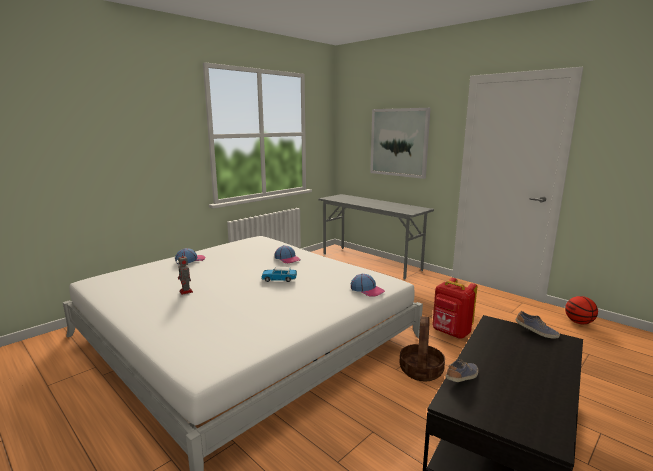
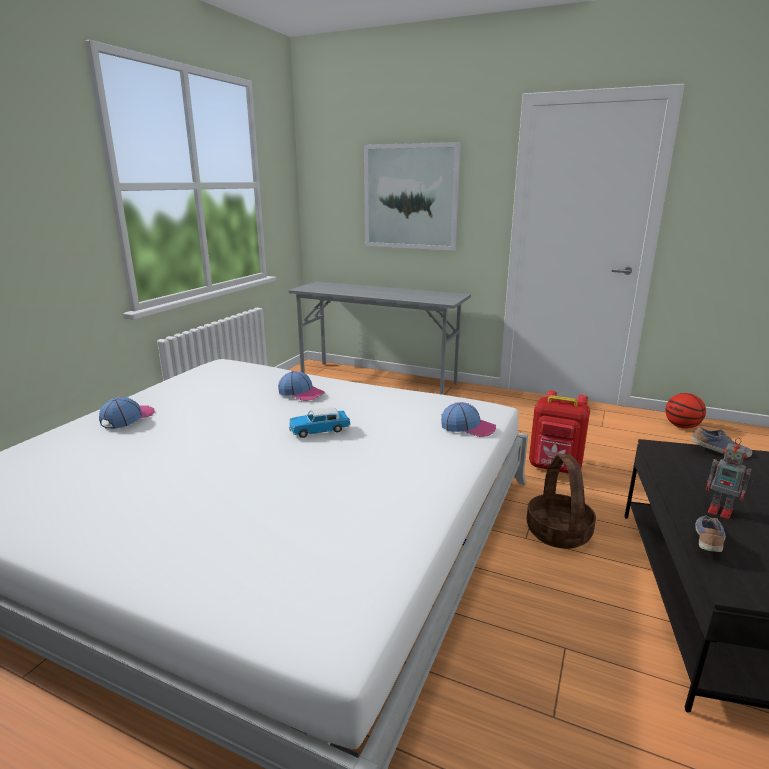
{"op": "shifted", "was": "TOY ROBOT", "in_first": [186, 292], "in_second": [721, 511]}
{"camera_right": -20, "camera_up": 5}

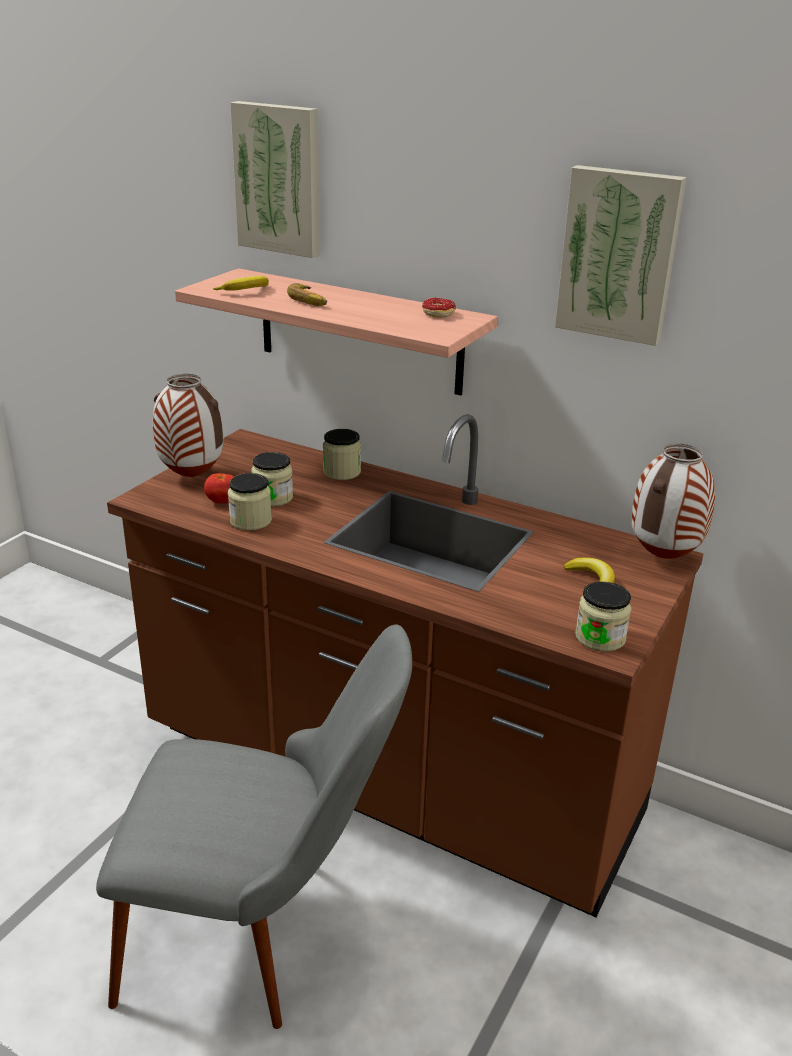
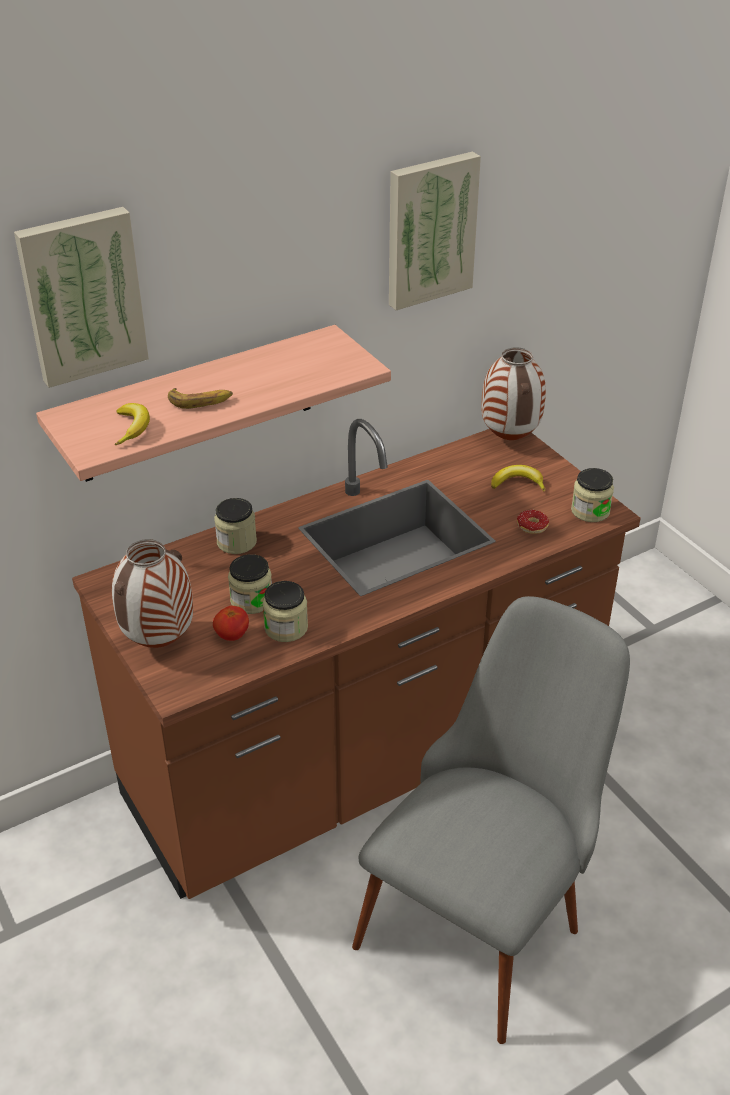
{"op": "shifted", "was": "DONUT", "in_first": [432, 314], "in_second": [530, 530]}
{"camera_right": -60, "camera_up": 10}

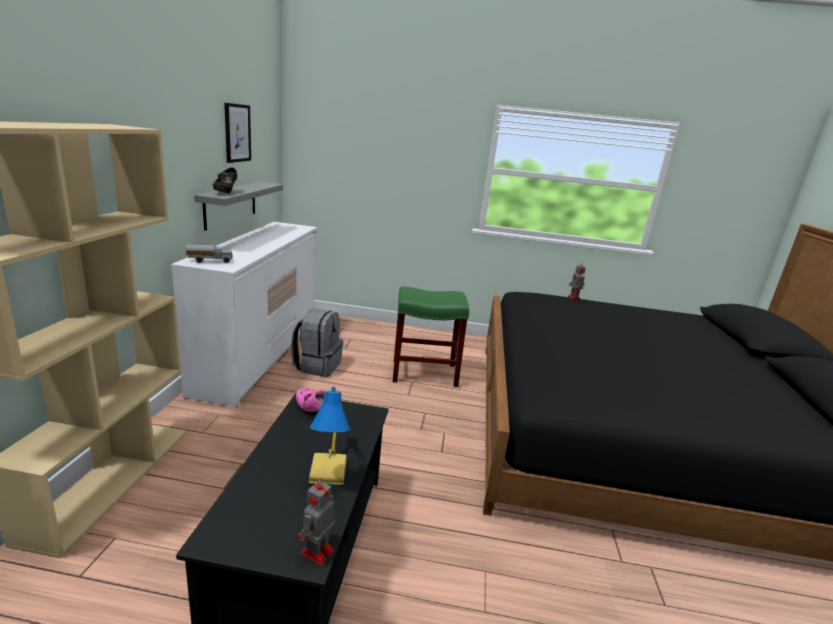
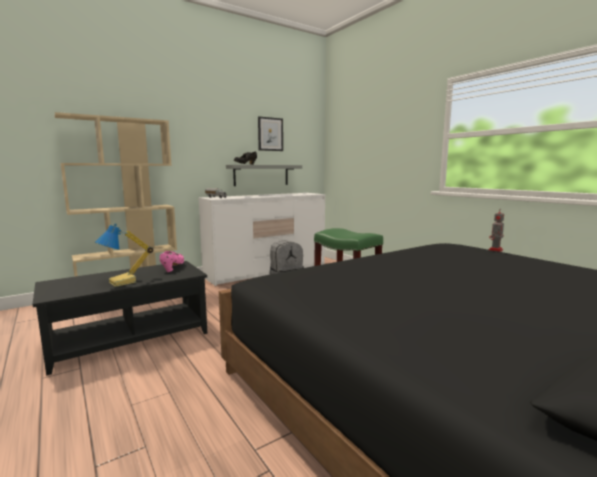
{"op": "gone", "was": "TOY ROBOT", "in_first": [316, 553]}
{"camera_right": 50, "camera_up": -10}

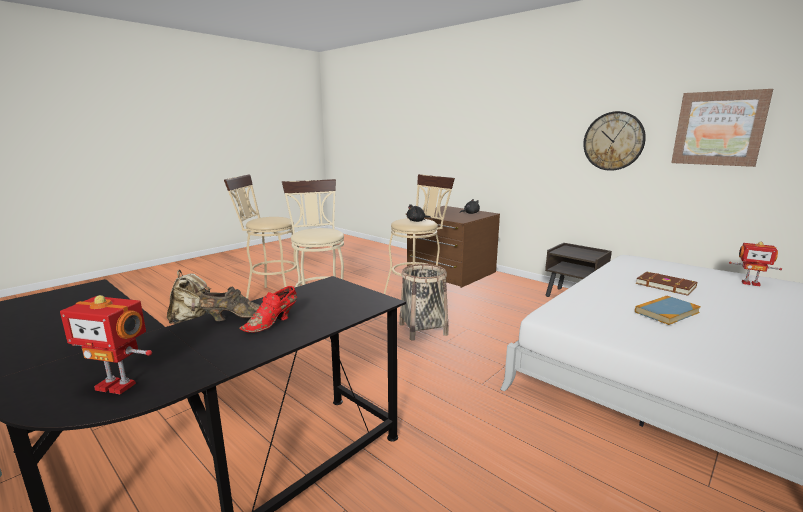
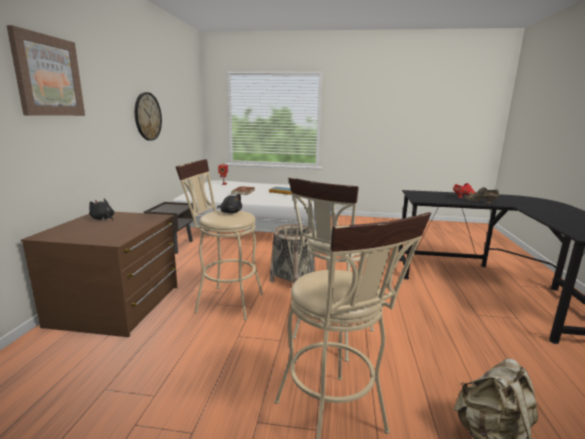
{"op": "shifted", "was": "PICTURE", "in_first": [719, 128], "in_second": [48, 76]}
{"op": "gone", "was": "TOY ROBOT", "in_first": [117, 385]}
{"camera_right": -125, "camera_up": 0}

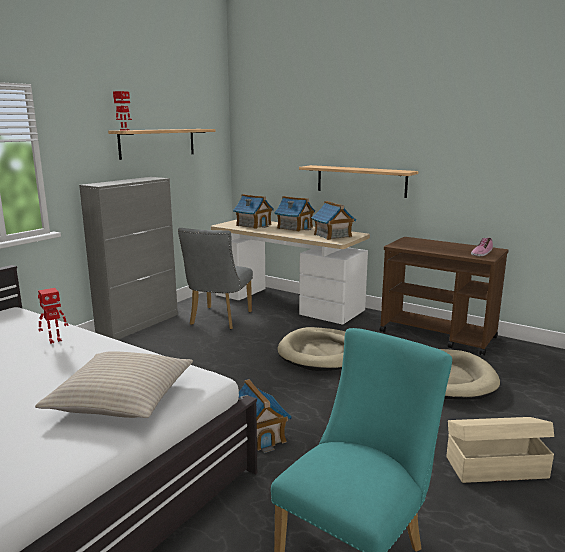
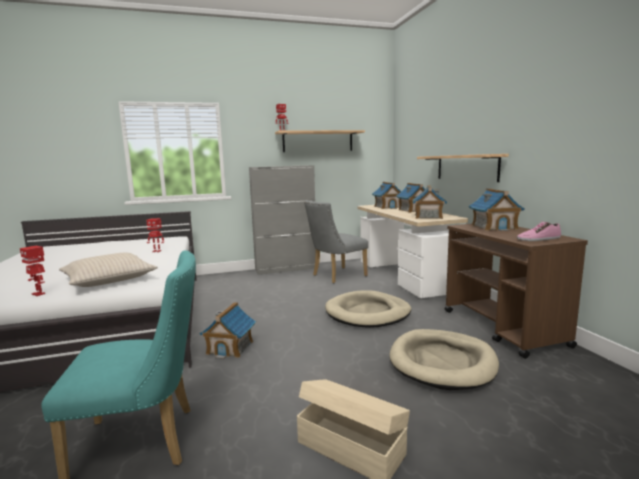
{"op": "new", "now": "TOY HOUSE", "in_second": [494, 227]}
{"op": "new", "now": "TOY ROBOT", "in_second": [39, 294]}
{"camera_right": 40, "camera_up": -5}

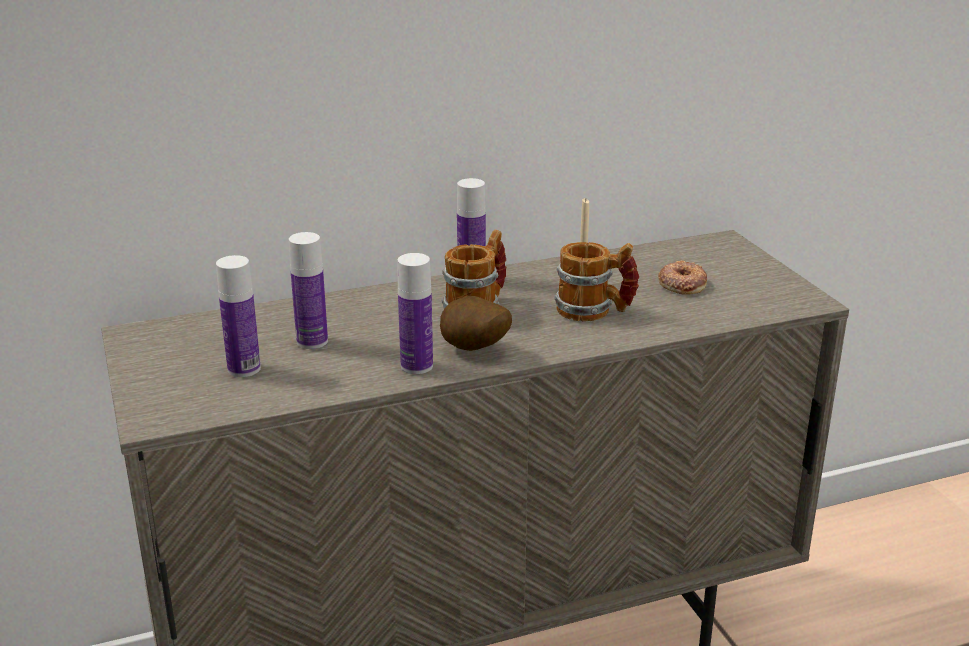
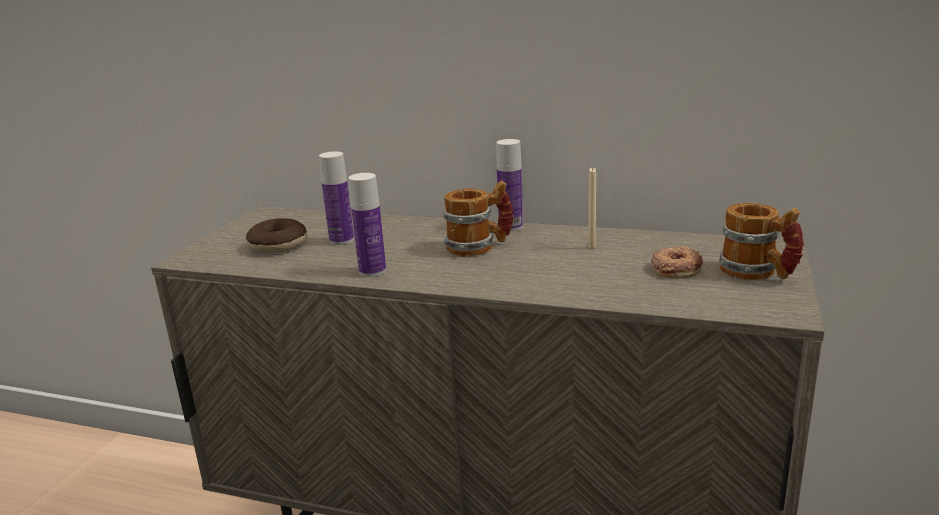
{"op": "shifted", "was": "MUG", "in_first": [595, 311], "in_second": [758, 273]}
{"op": "swapped", "was": "BOTTLE", "now": "DONUT", "in_first": [244, 369], "in_second": [278, 245]}
{"op": "gone", "was": "POTATO", "in_first": [473, 350]}
{"camera_right": 40, "camera_up": -5}

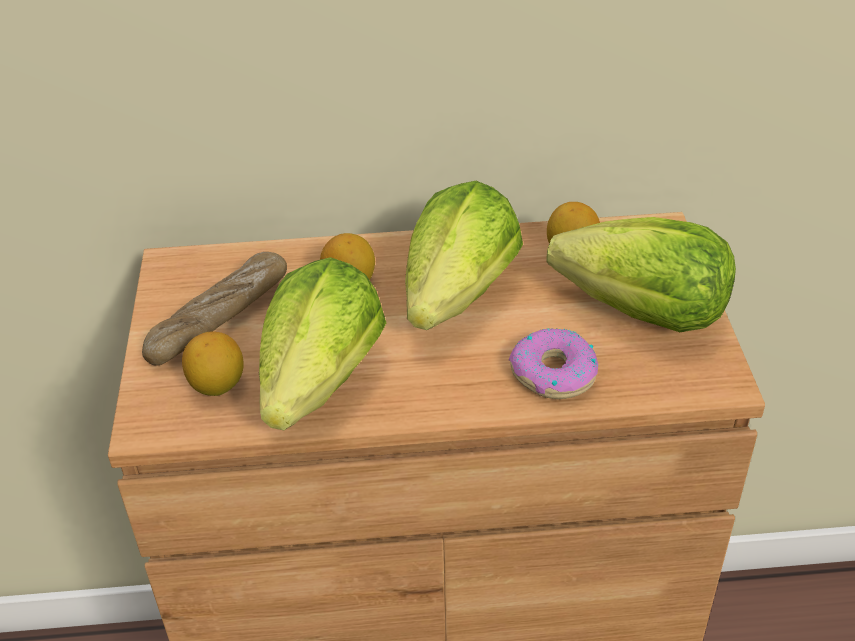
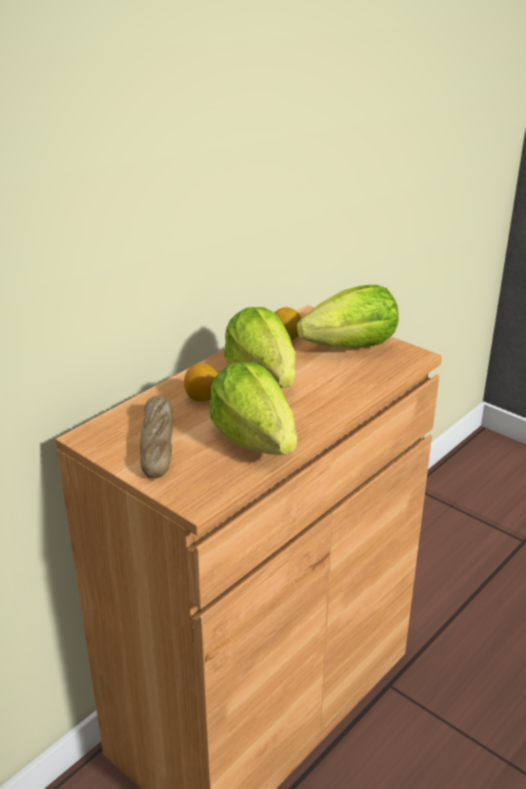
{"op": "gone", "was": "DONUT", "in_first": [553, 373]}
{"op": "gone", "was": "LEMON", "in_first": [217, 385]}
{"camera_right": -45, "camera_up": -10}

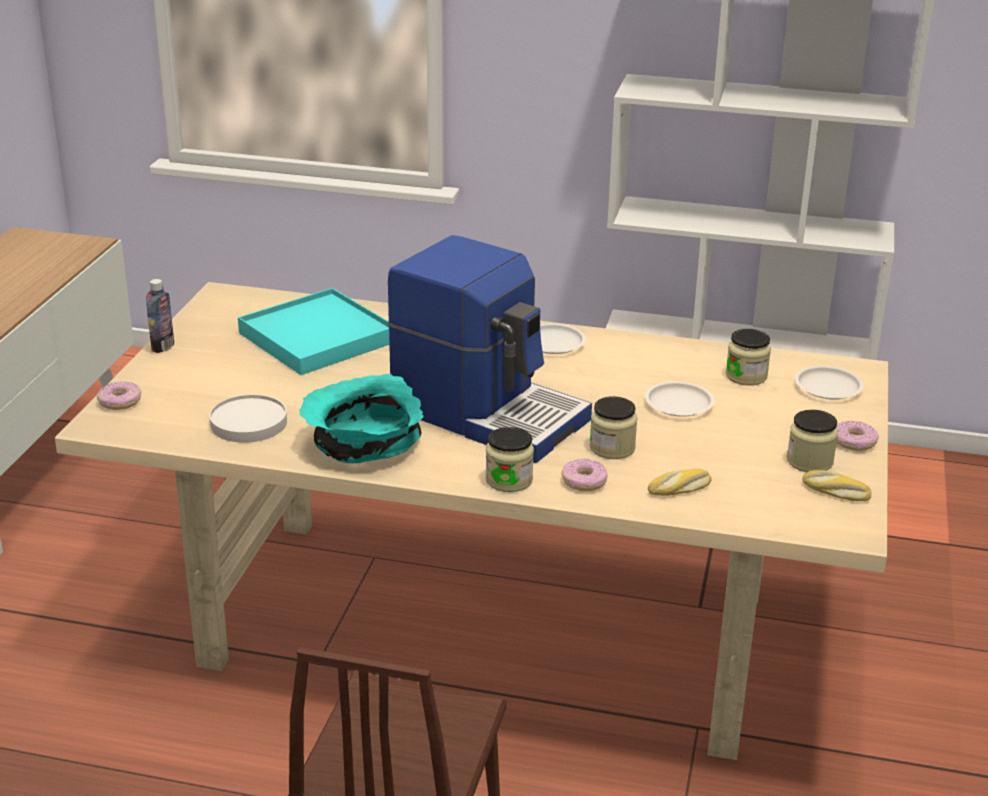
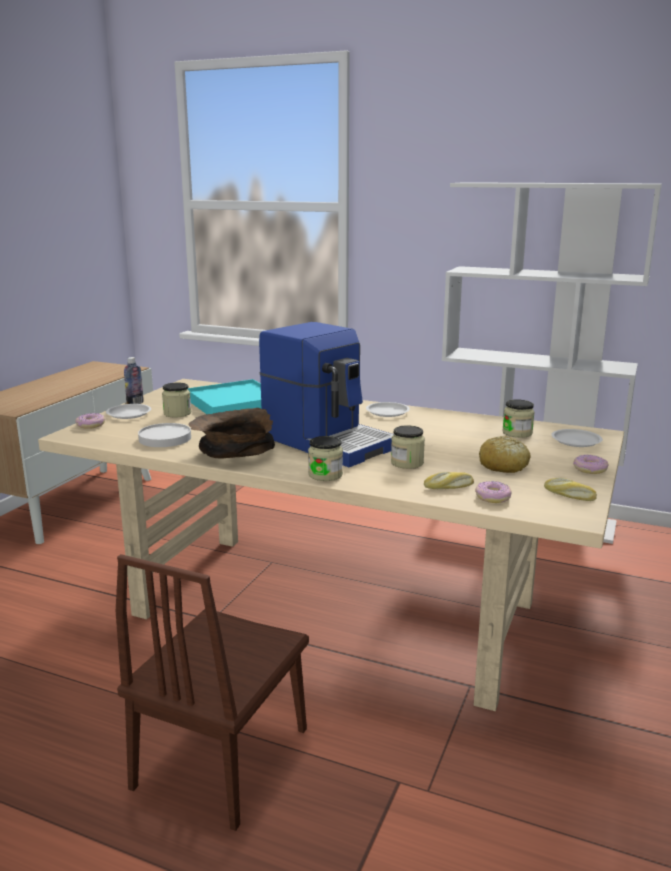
{"op": "repainted", "was": "TURQUOISE BOWL", "now": "BROWN BOWL", "in_first": [363, 447], "in_second": [233, 453]}
{"op": "shifted", "was": "WHITE PLATE", "in_first": [679, 404], "in_second": [129, 414]}
{"op": "shifted", "was": "JAR", "in_first": [809, 461], "in_second": [177, 413]}
{"op": "shifted", "was": "DONUT", "in_first": [584, 481], "in_second": [492, 497]}
{"op": "new", "now": "BREAD", "in_second": [503, 466]}
{"camera_right": 10, "camera_up": -10}

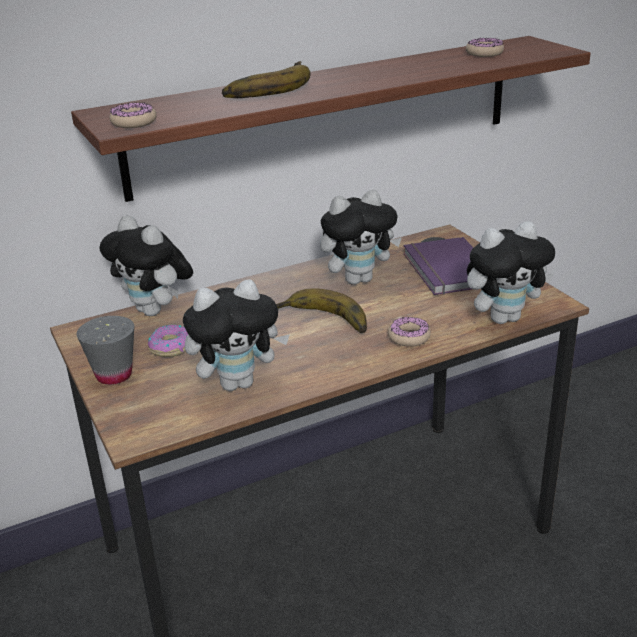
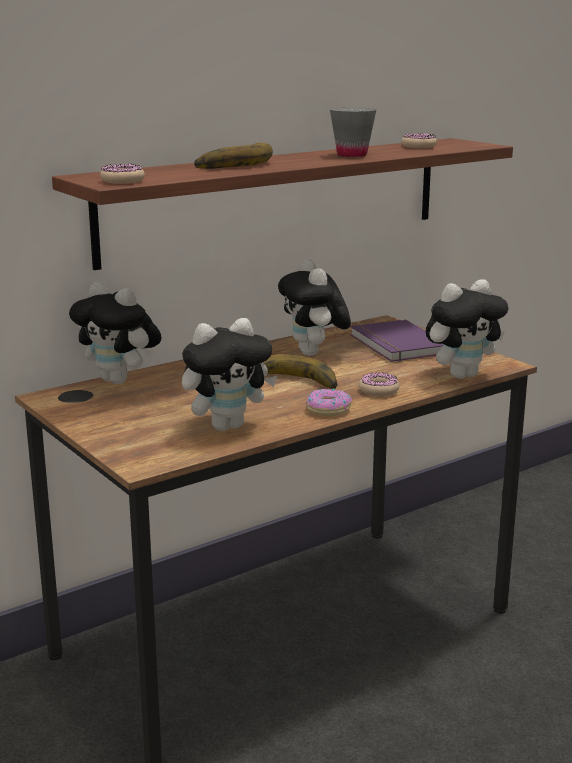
{"op": "rotated", "was": "PLUSH TOY", "in_first": [359, 279], "in_second": [314, 353], "clockwise": 105}
{"op": "shifted", "was": "GREY CUP", "in_first": [114, 375], "in_second": [352, 155]}
{"op": "shifted", "was": "DONUT", "in_first": [171, 347], "in_second": [328, 409]}
{"camera_right": -10, "camera_up": -10}

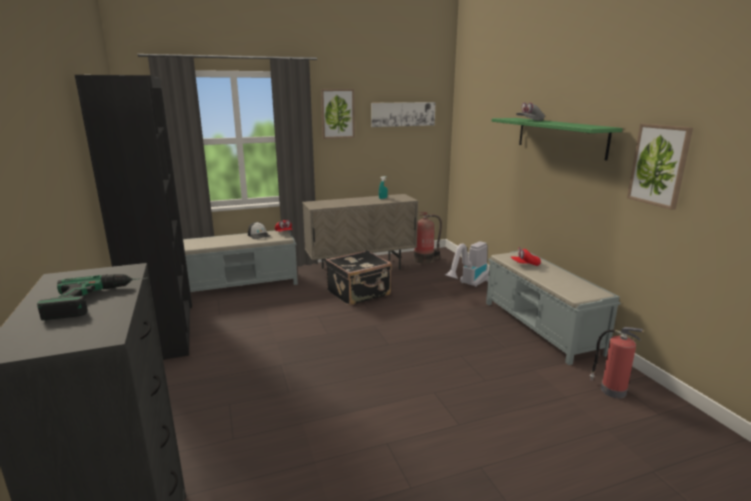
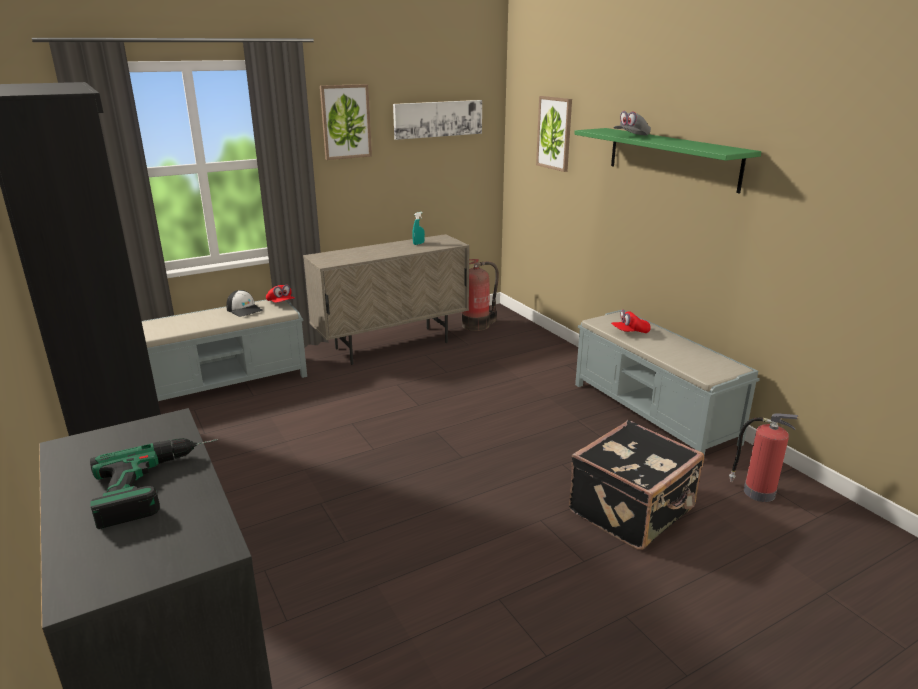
{"op": "shifted", "was": "PICTURE", "in_first": [659, 165], "in_second": [554, 133]}
{"op": "gone", "was": "VACUUM CLEANER", "in_first": [468, 285]}
{"op": "shifted", "was": "BLACK SUITCASE", "in_first": [359, 293], "in_second": [633, 511]}
{"camera_right": -10, "camera_up": 5}

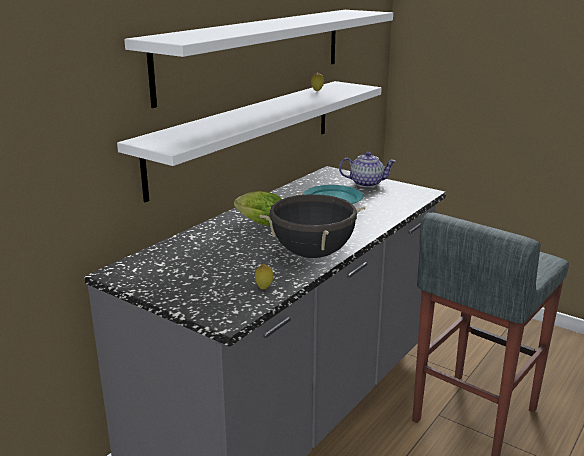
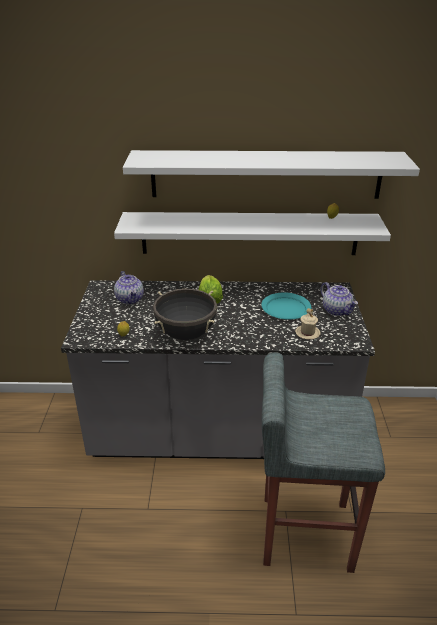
{"op": "new", "now": "TEAPOT", "in_second": [130, 299]}
{"op": "new", "now": "BEIGE MUG", "in_second": [307, 333]}
{"camera_right": 55, "camera_up": 10}

